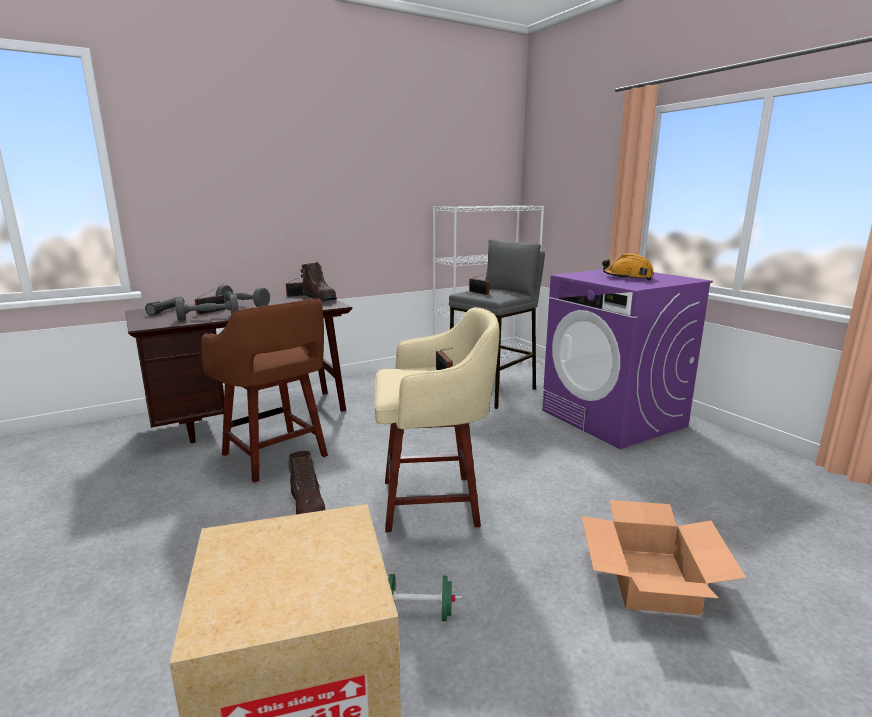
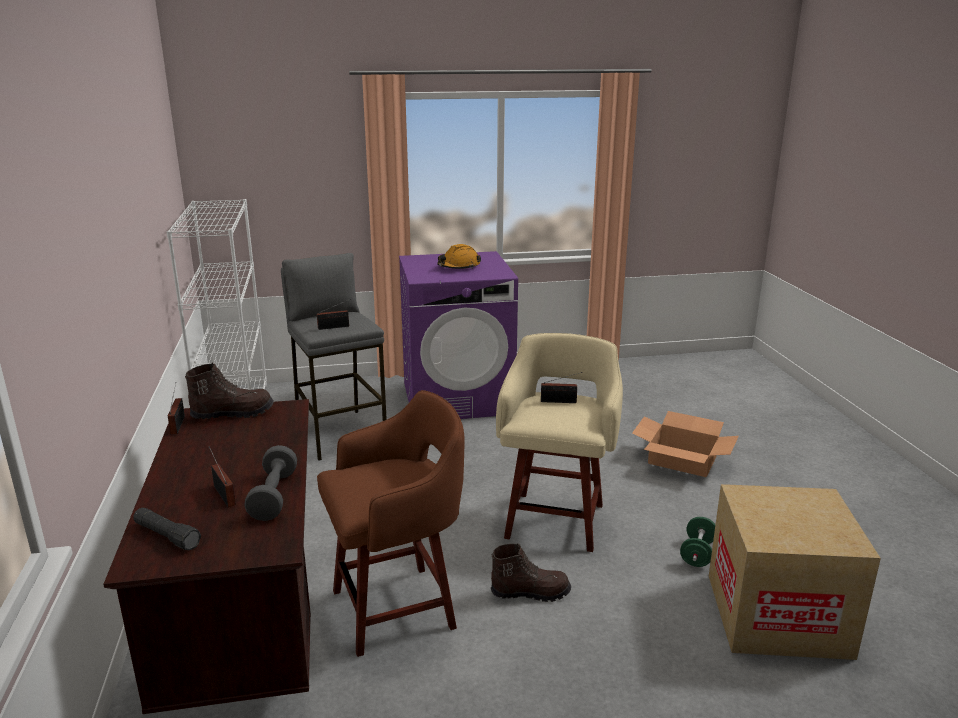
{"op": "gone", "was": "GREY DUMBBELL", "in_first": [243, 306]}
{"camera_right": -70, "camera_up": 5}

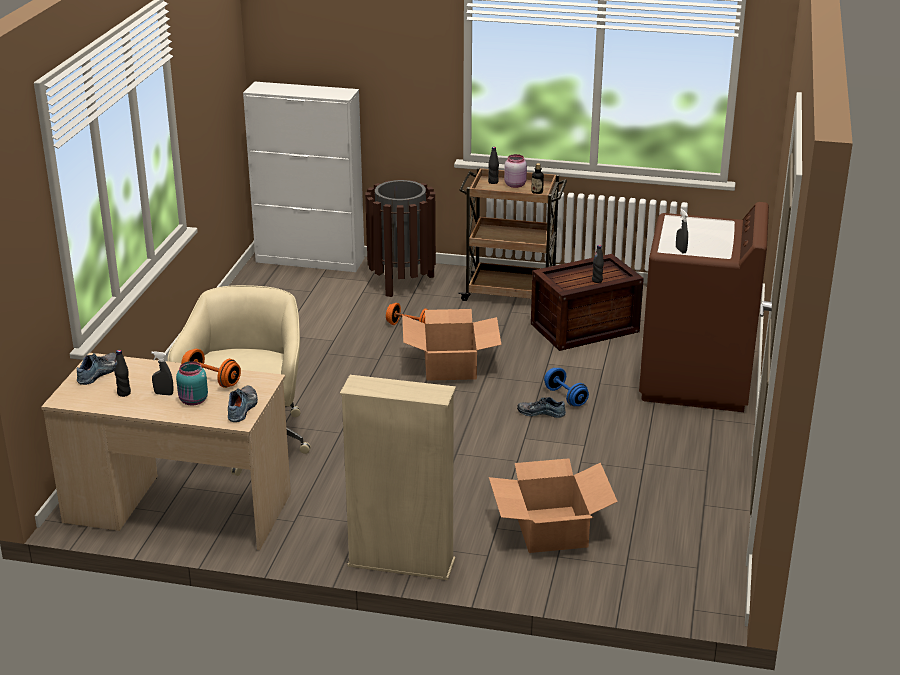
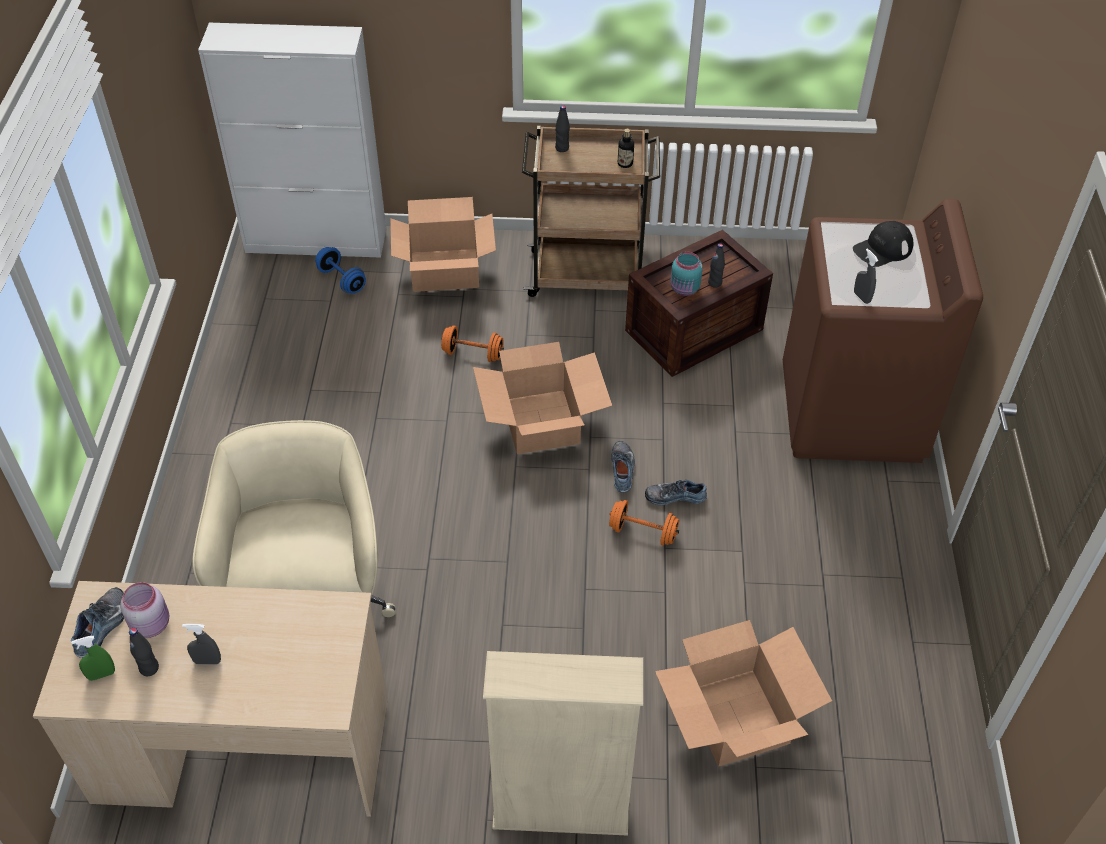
{"op": "shifted", "was": "PINK JAR", "in_first": [515, 184], "in_second": [151, 623]}
{"op": "swapped", "was": "BROWN TRASH CAN", "now": "CARDBOARD BOX", "in_first": [402, 281], "in_second": [444, 269]}
{"op": "shifted", "was": "ORANGE DUMBBELL", "in_first": [212, 380], "in_second": [643, 532]}
{"op": "shifted", "was": "TURQUOISE JAR", "in_first": [193, 401], "in_second": [685, 289]}
{"op": "shifted", "was": "BLUE DUMBBELL", "in_first": [565, 397], "in_second": [342, 280]}
{"op": "shifted", "was": "SHOE", "in_first": [243, 408], "in_second": [623, 470]}
{"op": "new", "now": "BLACK CAP", "in_second": [882, 249]}
{"op": "new", "now": "GREEN SPRAY BOTTLE", "in_second": [101, 674]}
{"camera_right": -10, "camera_up": 20}

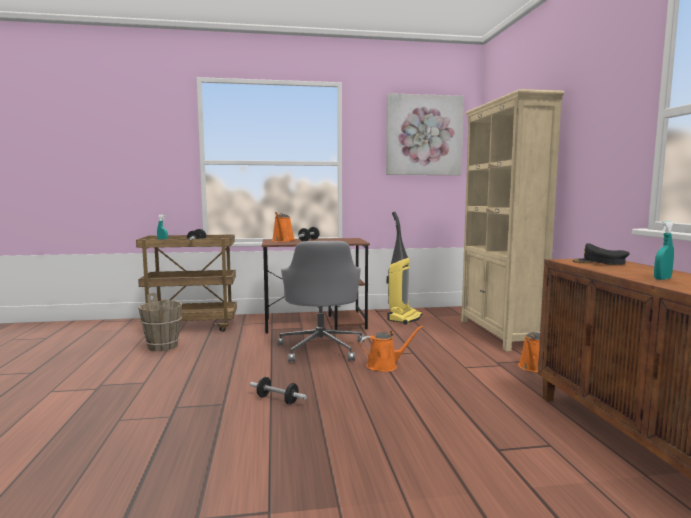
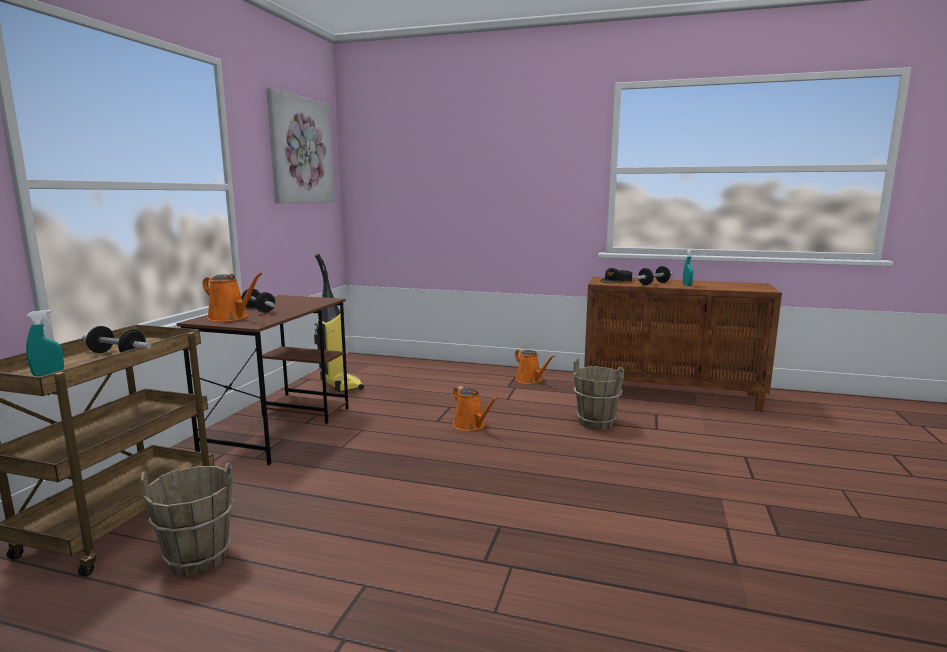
{"op": "gone", "was": "BEIGE BOOKCASE", "in_first": [499, 333]}
{"op": "gone", "was": "GREY OFFICE CHAIR", "in_first": [321, 348]}
{"op": "rotated", "was": "ORANGE WATERING CAN", "in_first": [385, 366], "in_second": [471, 425], "clockwise": 135}
{"op": "shifted", "was": "DUMBBELL", "in_first": [277, 400], "in_second": [653, 284]}
{"op": "new", "now": "BROWN BUCKET", "in_second": [596, 423]}
{"camera_right": -65, "camera_up": 5}

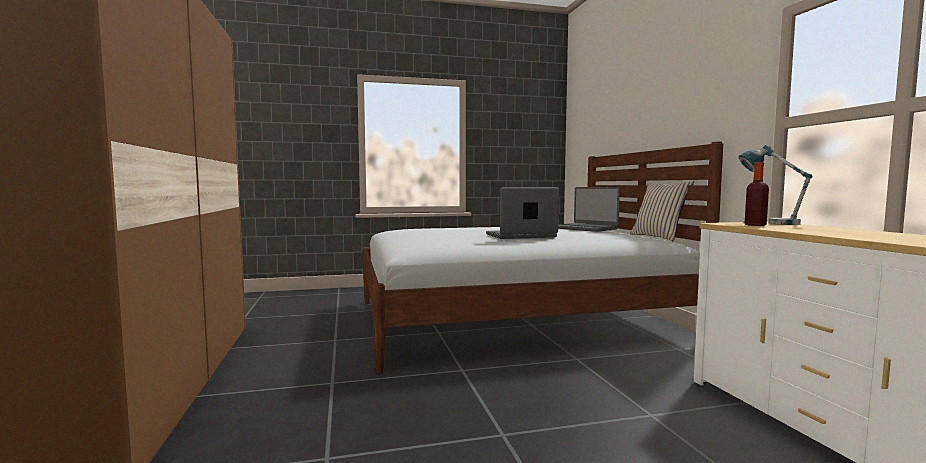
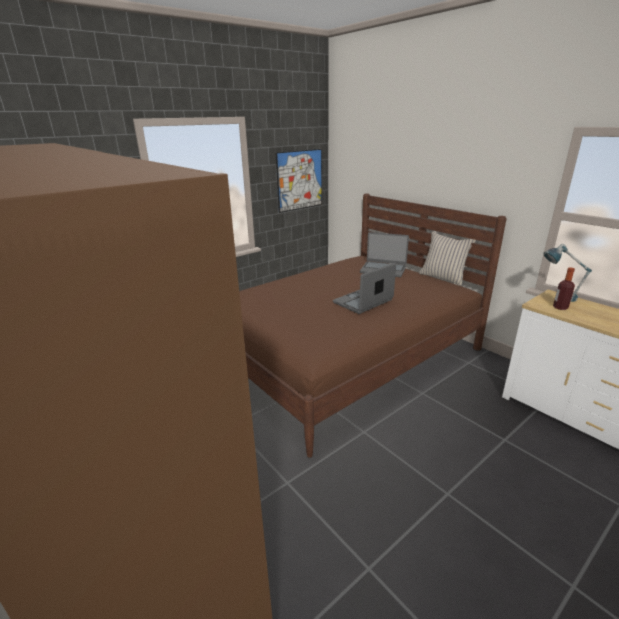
{"op": "repainted", "was": "WHITE BED", "now": "BROWN BED", "in_first": [513, 319], "in_second": [343, 355]}
{"op": "new", "now": "PICTURE", "in_second": [300, 180]}
{"camera_right": -25, "camera_up": 20}

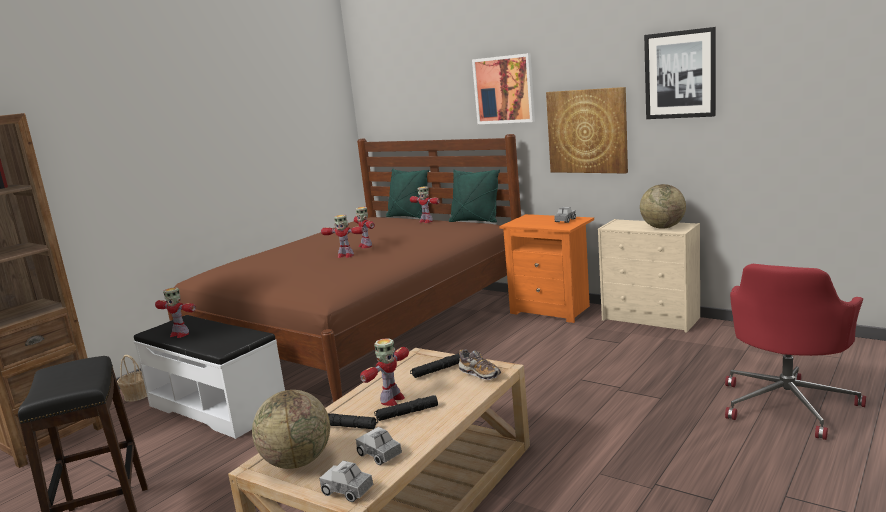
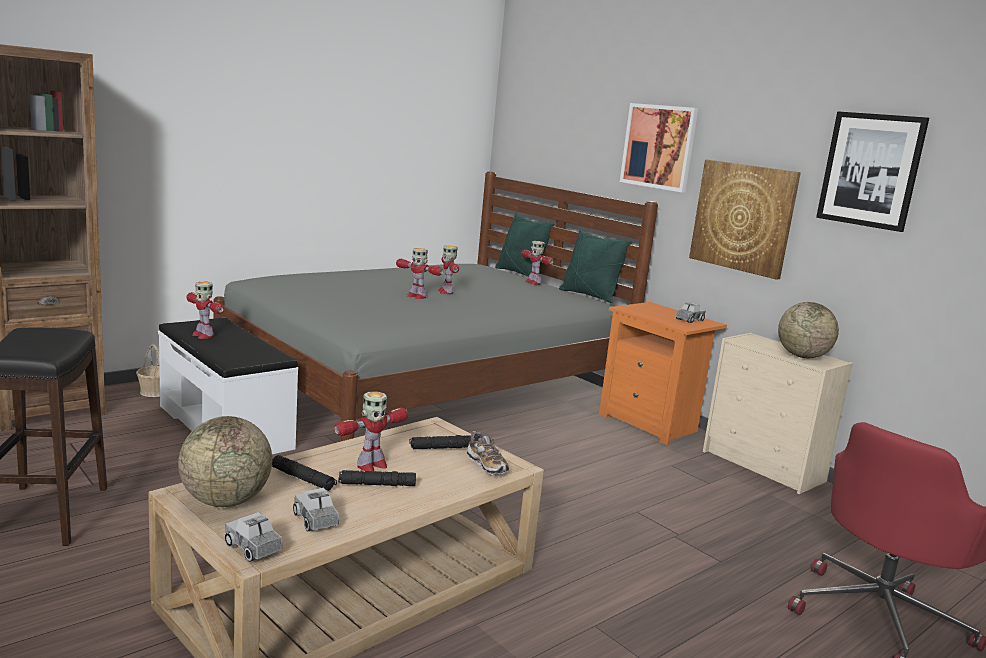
{"op": "repainted", "was": "BROWN BED", "now": "GREY BED", "in_first": [364, 330], "in_second": [425, 389]}
{"camera_right": 10, "camera_up": 0}

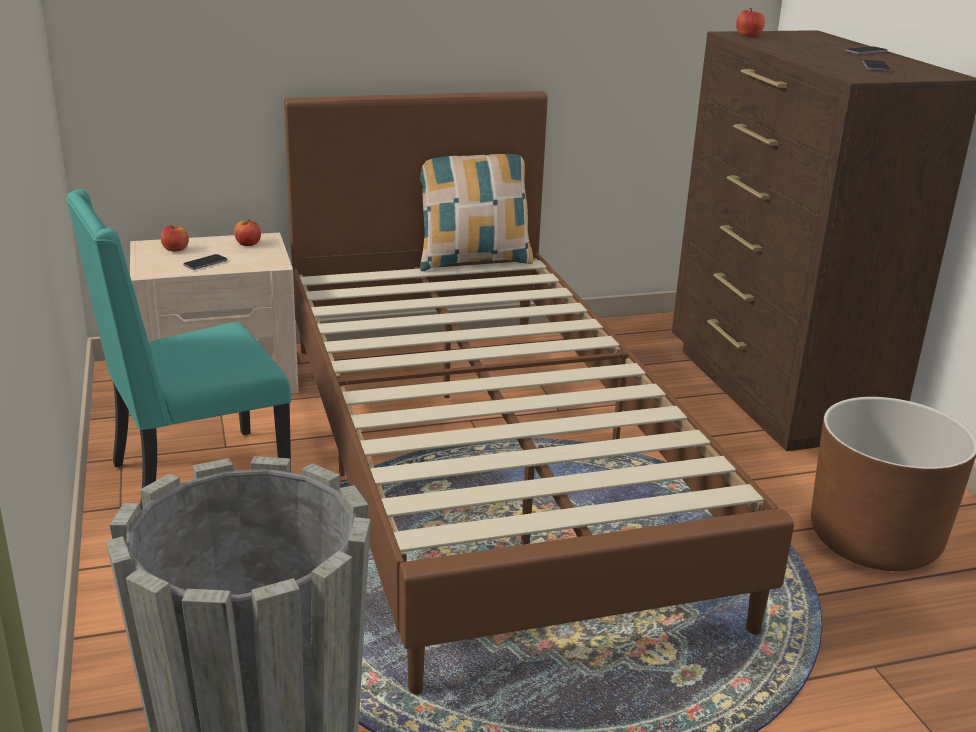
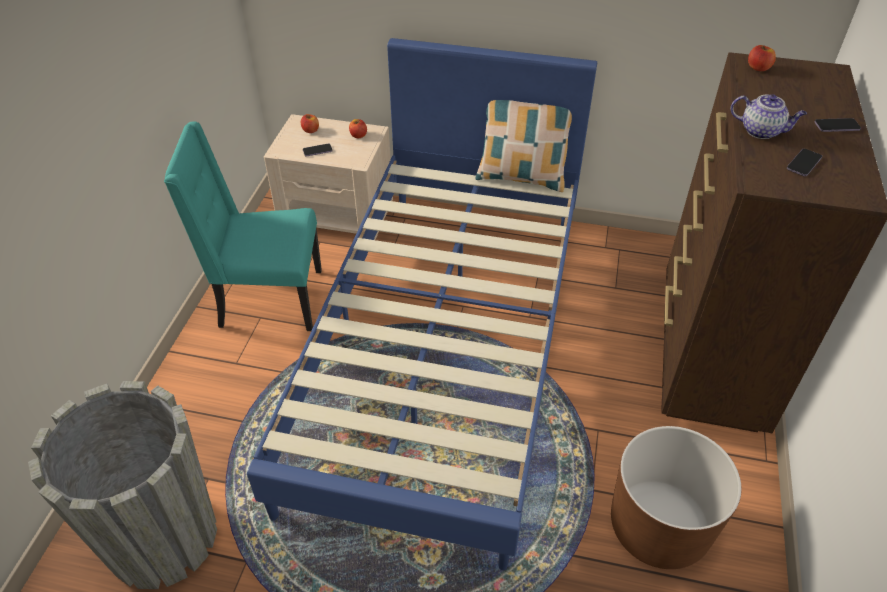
{"op": "repainted", "was": "BROWN BED", "now": "BLUE BED", "in_first": [484, 461], "in_second": [443, 347]}
{"op": "new", "now": "TEAPOT", "in_second": [761, 131]}
{"camera_right": 30, "camera_up": 20}

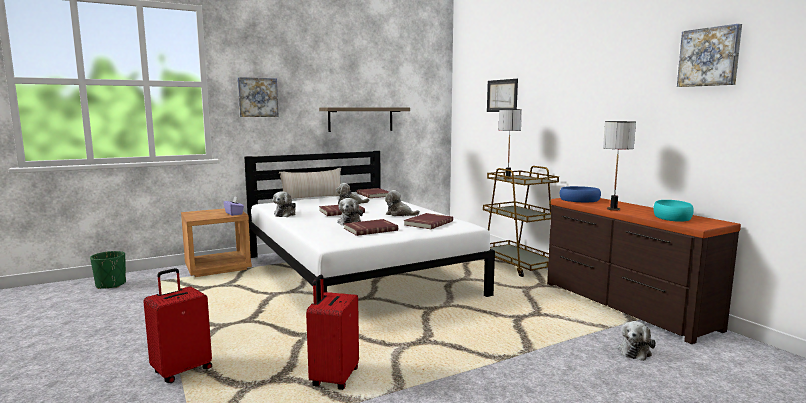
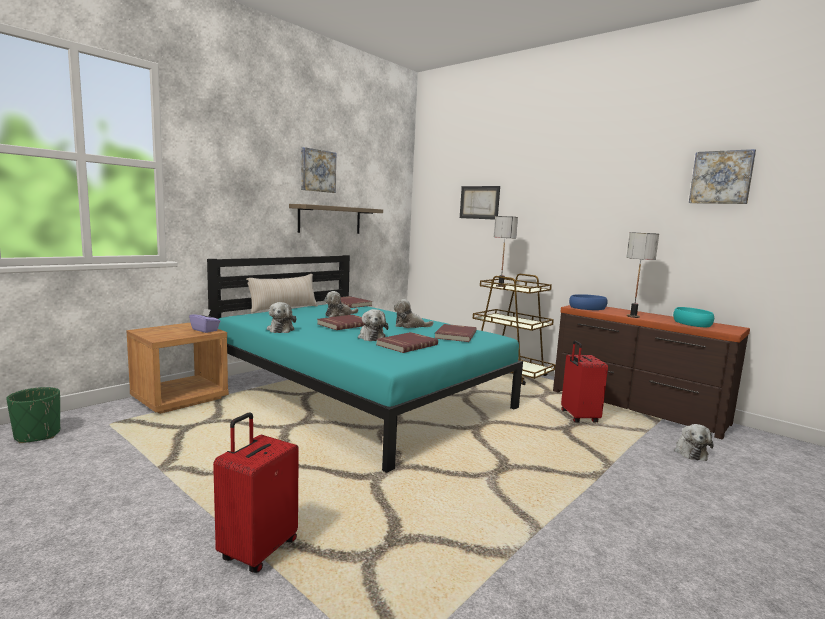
{"op": "shifted", "was": "PICTURE", "in_first": [257, 97], "in_second": [317, 171]}
{"op": "repainted", "was": "WHITE BED", "now": "TURQUOISE BED", "in_first": [357, 274], "in_second": [360, 394]}
{"op": "shifted", "was": "RED SUITCASE", "in_first": [333, 378], "in_second": [578, 417]}
{"camera_right": -20, "camera_up": 0}

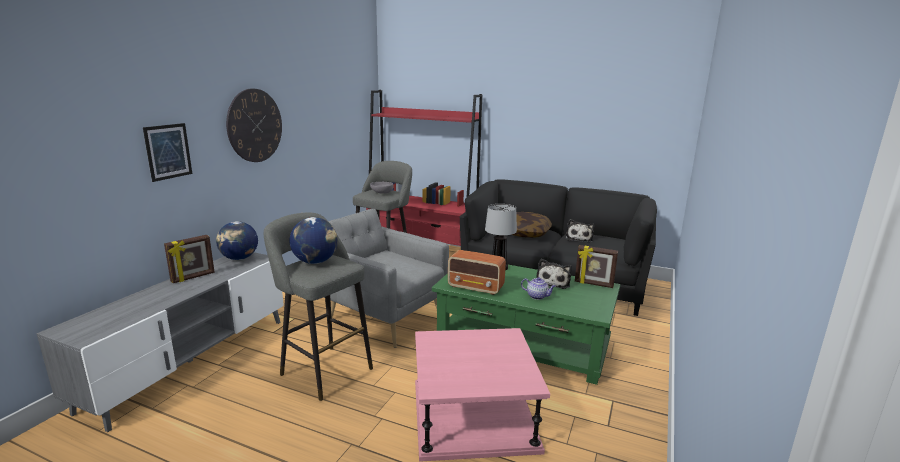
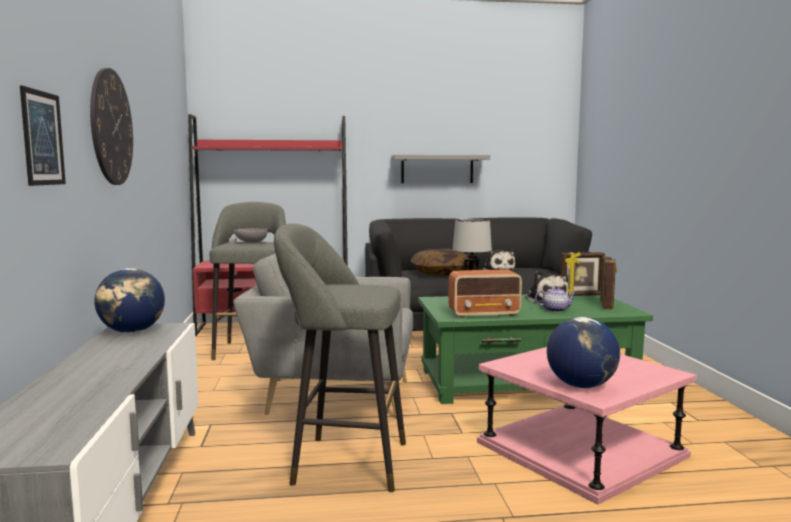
{"op": "shifted", "was": "GLOBE", "in_first": [315, 262], "in_second": [581, 385]}
{"op": "shifted", "was": "PICTURE FRAME", "in_first": [193, 277], "in_second": [607, 305]}
{"op": "new", "now": "GREY SHELF", "in_second": [437, 169]}
{"camera_right": -30, "camera_up": -10}

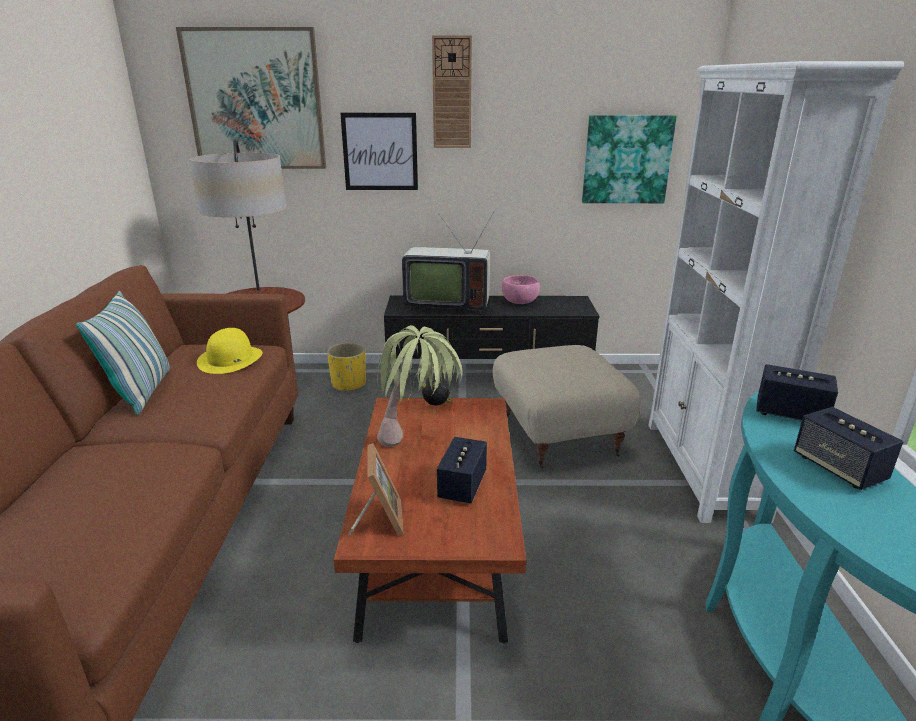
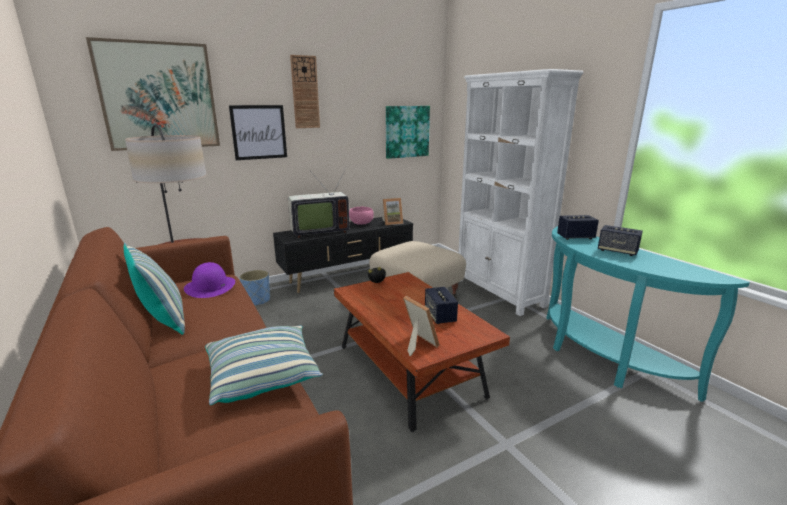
{"op": "gone", "was": "POTTED PLANT", "in_first": [419, 442]}
{"op": "repainted", "was": "YELLOW HAT", "now": "PURPLE HAT", "in_first": [230, 359], "in_second": [210, 287]}
{"op": "repainted", "was": "YELLOW PLANTER", "now": "BLUE PLANTER", "in_first": [348, 384], "in_second": [257, 301]}
{"op": "new", "now": "PICTURE FRAME", "in_second": [392, 223]}
{"op": "new", "now": "PILLOW", "in_second": [263, 375]}
{"camera_right": -30, "camera_up": -5}

